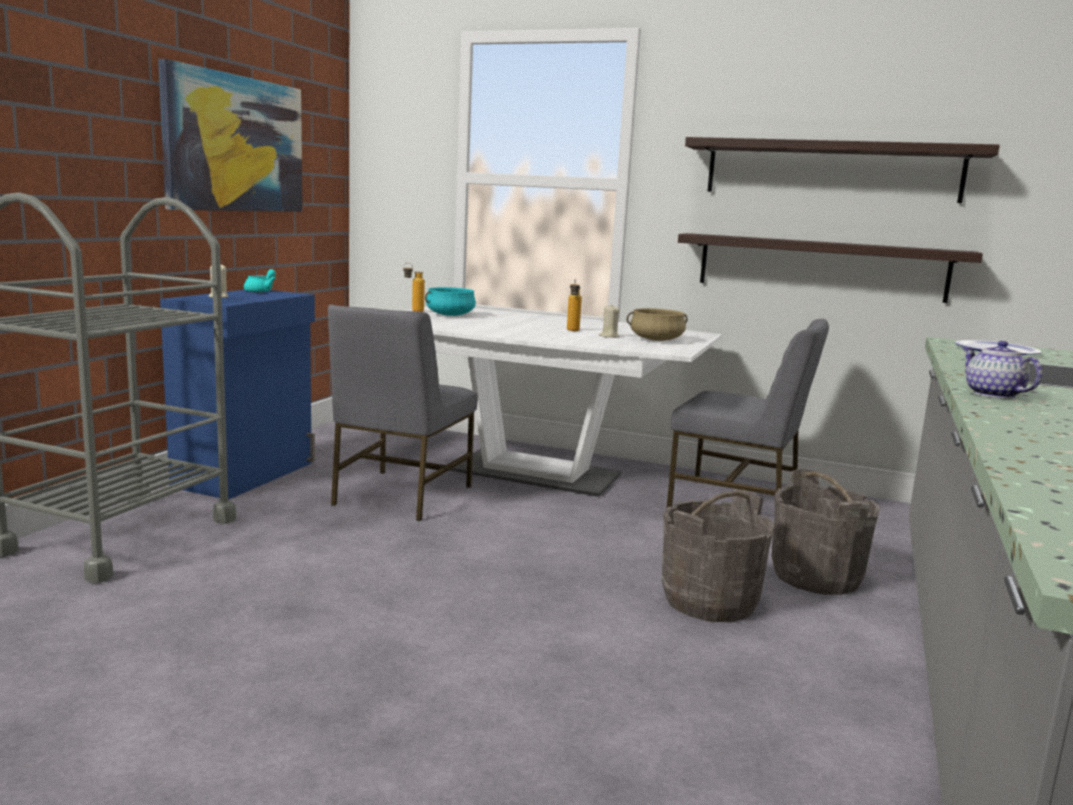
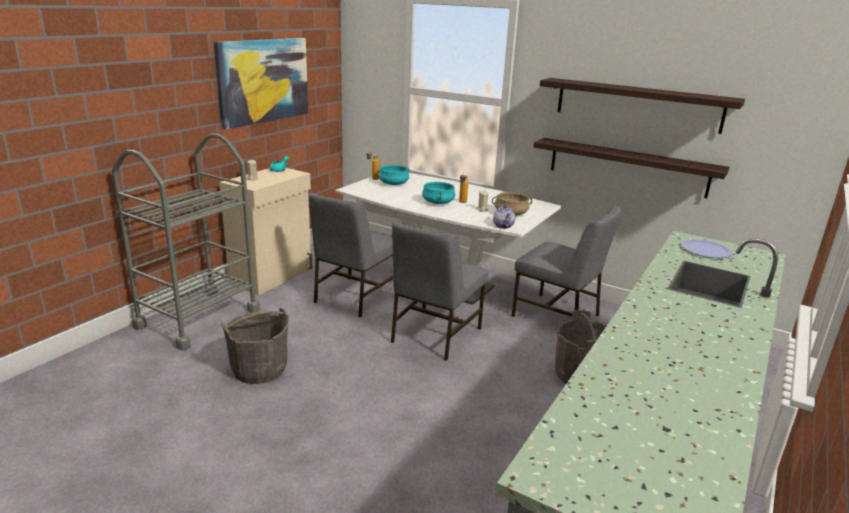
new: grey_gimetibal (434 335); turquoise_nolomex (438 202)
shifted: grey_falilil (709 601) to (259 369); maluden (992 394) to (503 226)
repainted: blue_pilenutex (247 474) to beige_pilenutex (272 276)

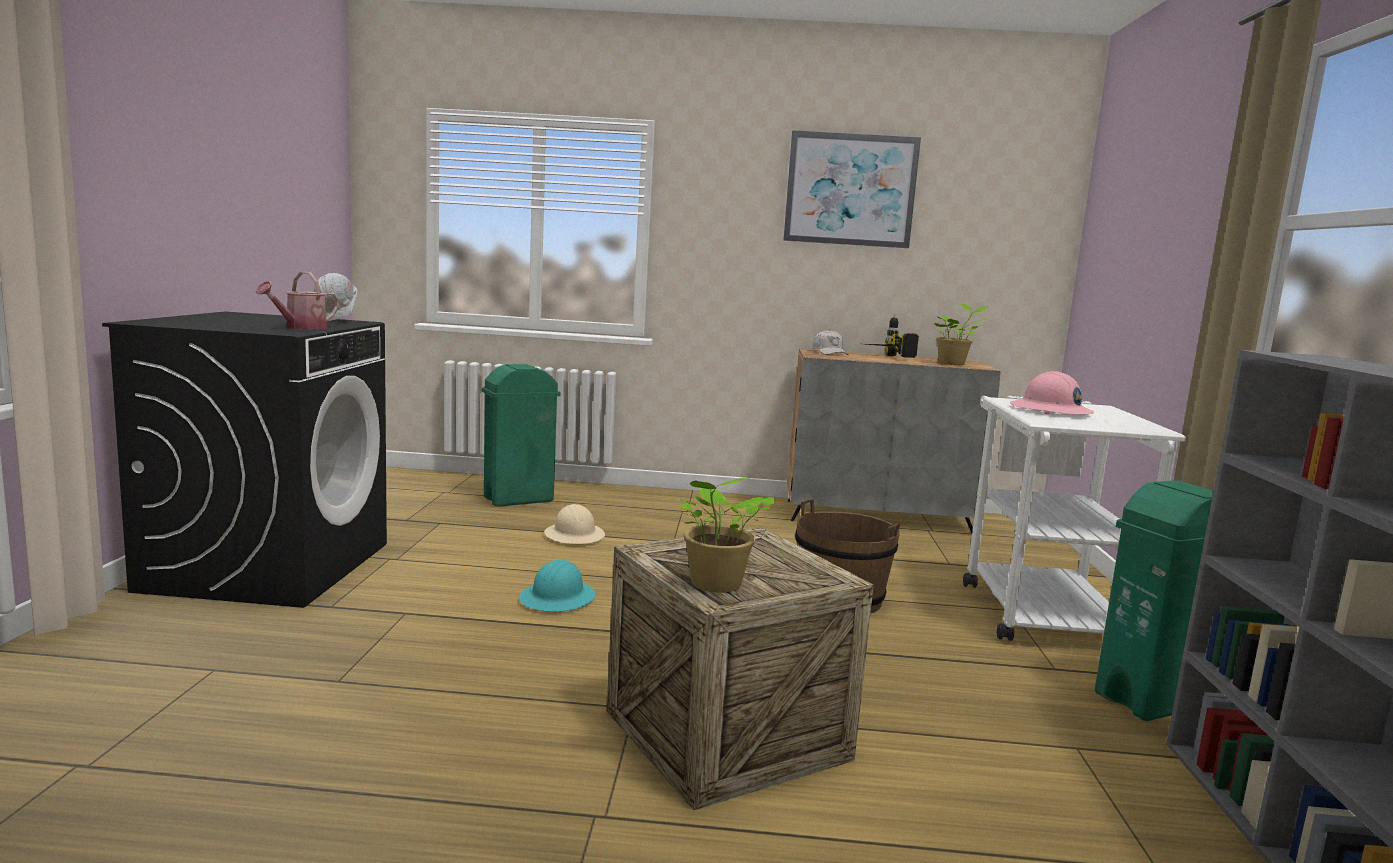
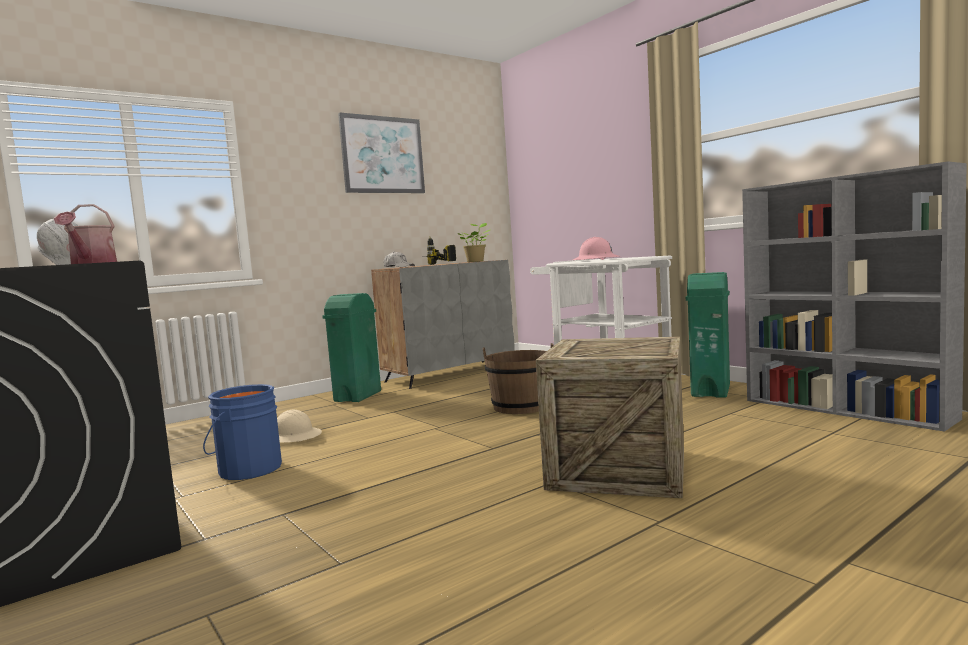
gone: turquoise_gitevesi (558 598); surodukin (714 585)
new: blue_falilil (247 469)
shifted: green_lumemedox (517 499) to (357 396)

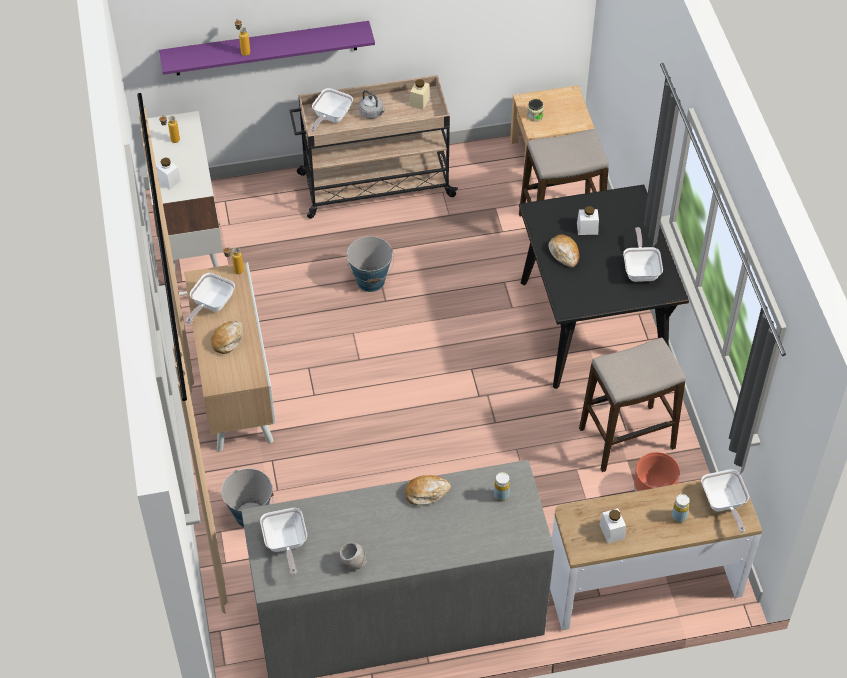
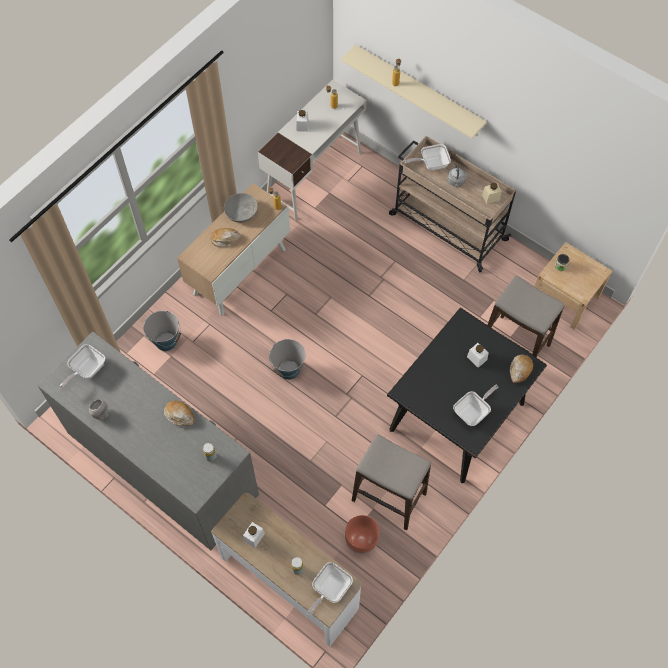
shifted: falilil (371 281) to (289 369); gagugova (564 253) to (520 370)
swapped: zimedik (211 305) to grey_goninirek (241 212)
repainted: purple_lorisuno (266 48) to beige_lorisuno (418 91)

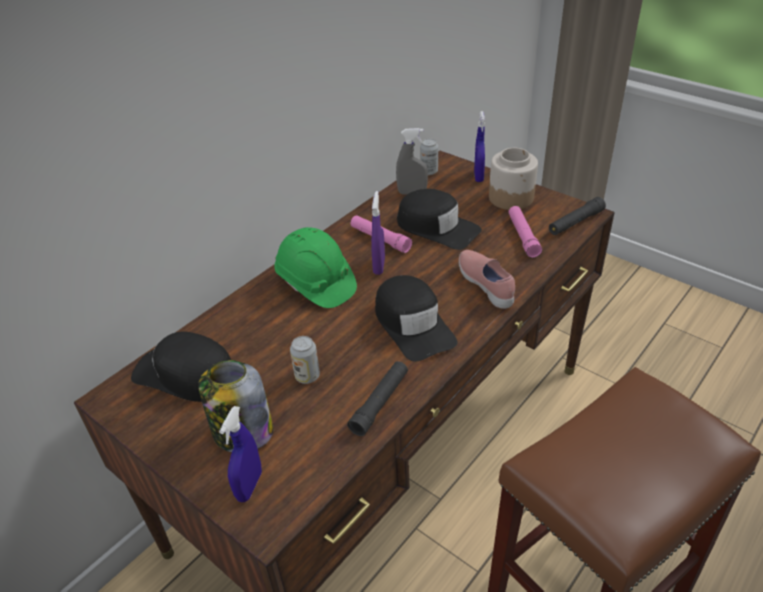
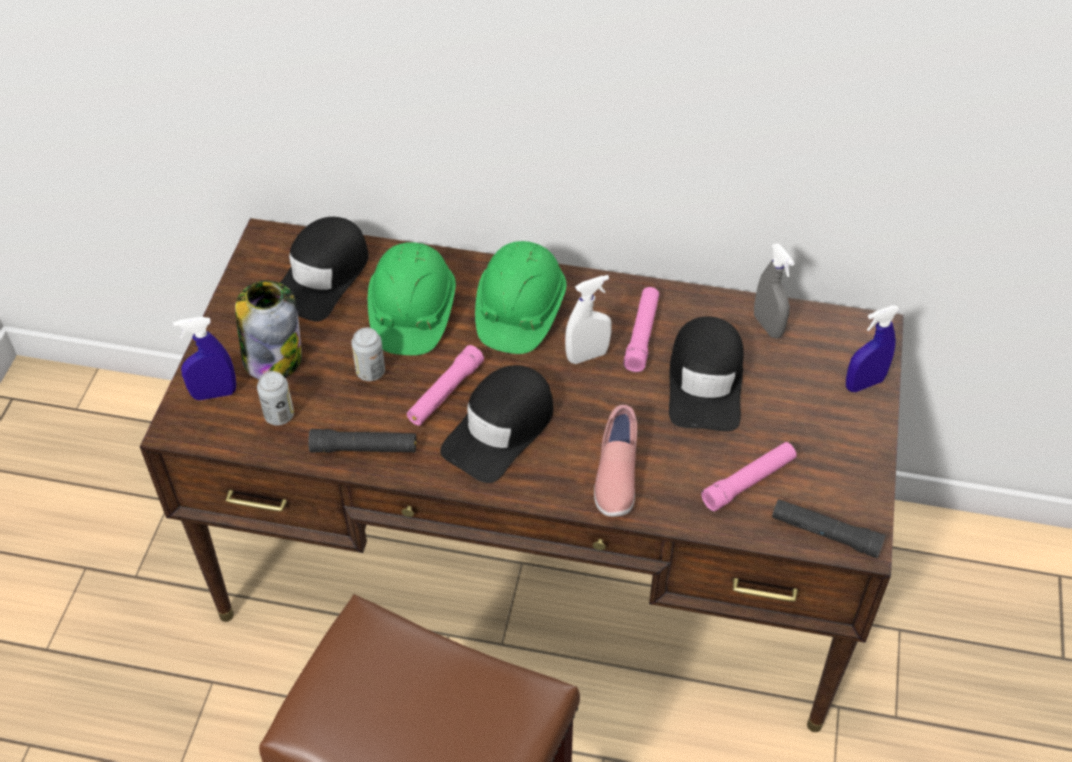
gone: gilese (511 197)
new: green_gitevesi (412 313); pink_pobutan (445 393)
shifted: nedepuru (429 171) to (279 415)
repainted: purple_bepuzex (379 266) to white_bepuzex (587 356)
rotated: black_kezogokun (186 374) = (323 277) 150 degrees counterclockwise; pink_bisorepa (486 286) = (615 476) 150 degrees clockwise

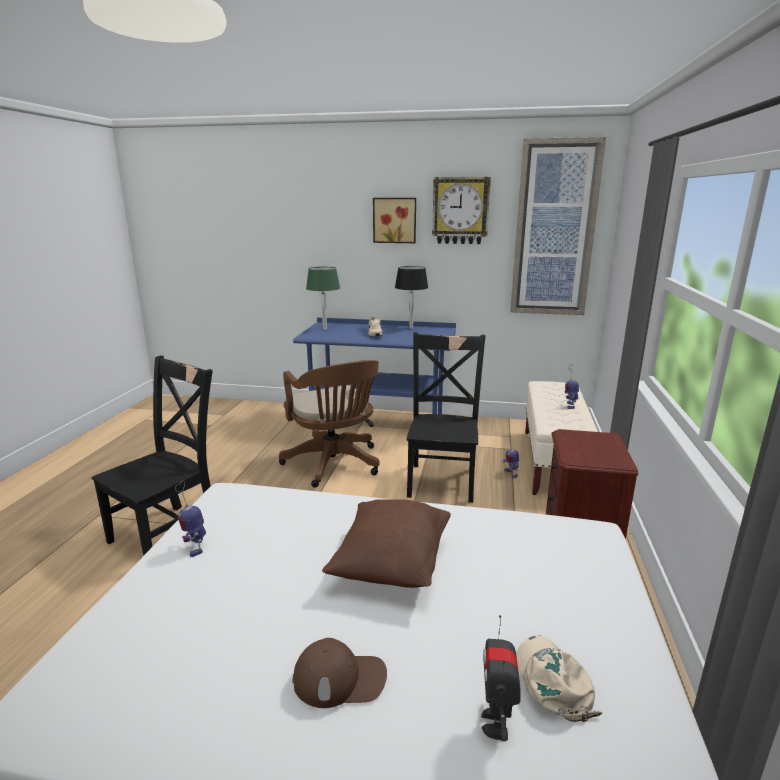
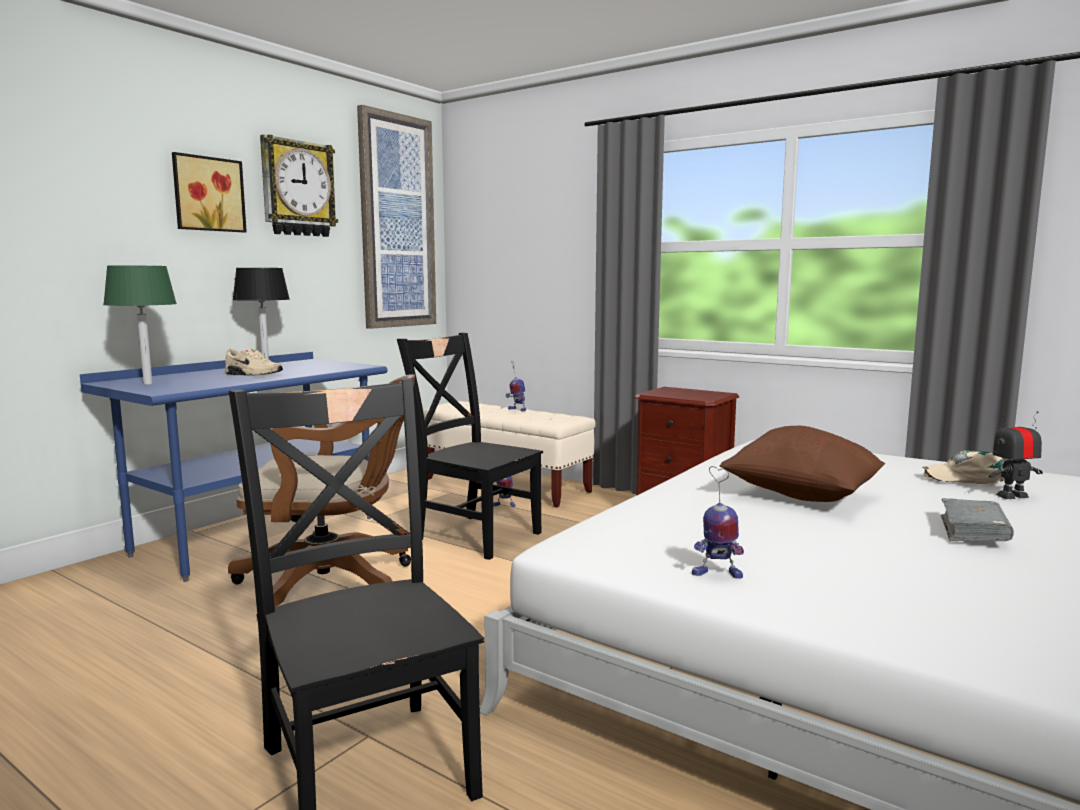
swapped: brown_kezogokun (340 678) to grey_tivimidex (973 531)
rotated: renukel (496 723) = (1012 496) 135 degrees clockwise

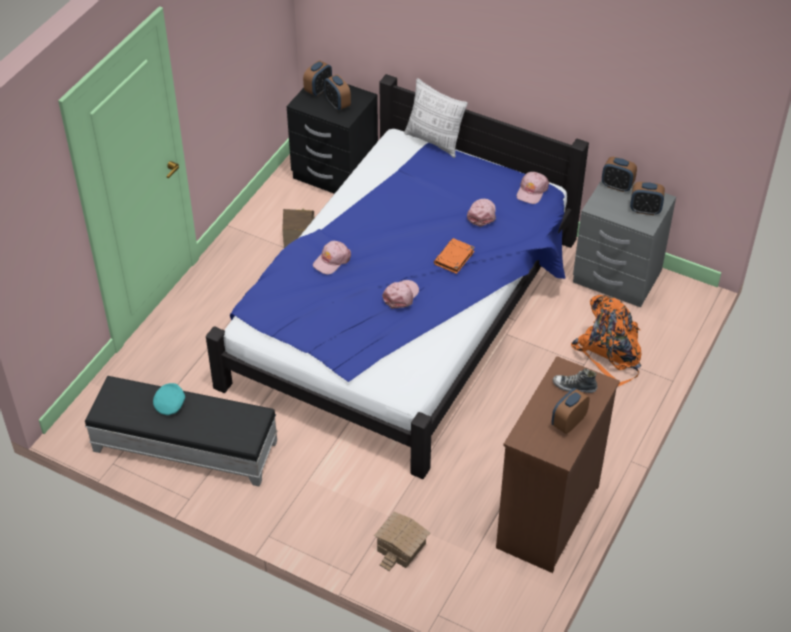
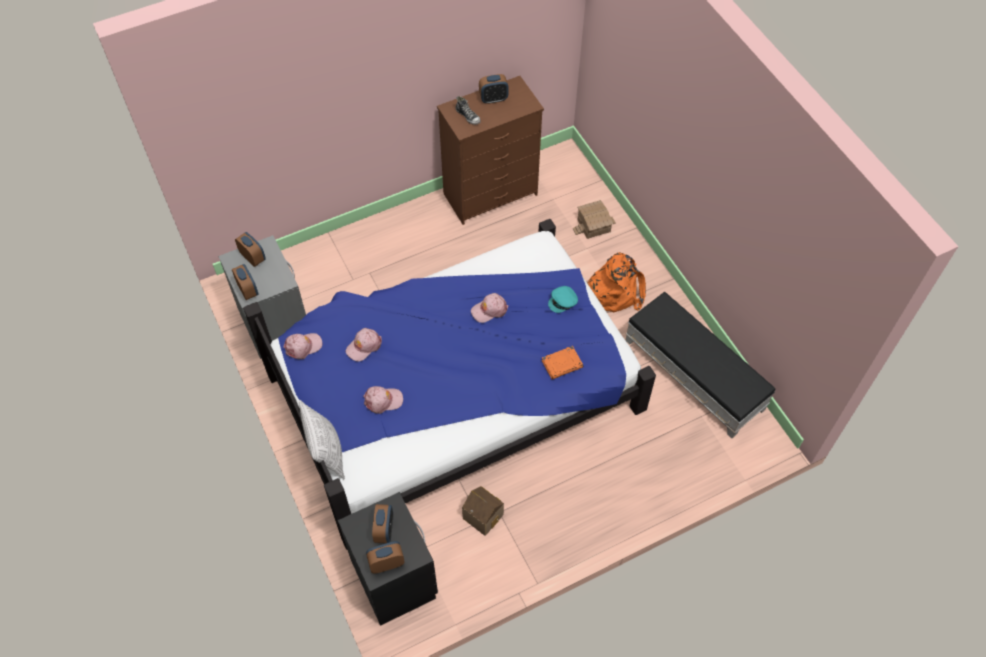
shifted: turquoise_kezogokun (170 403) to (563 301); pink_kezogokun (332 260) to (383 400); orange_tivimidex (454 258) to (562 364); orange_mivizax (610 353) to (615 289)

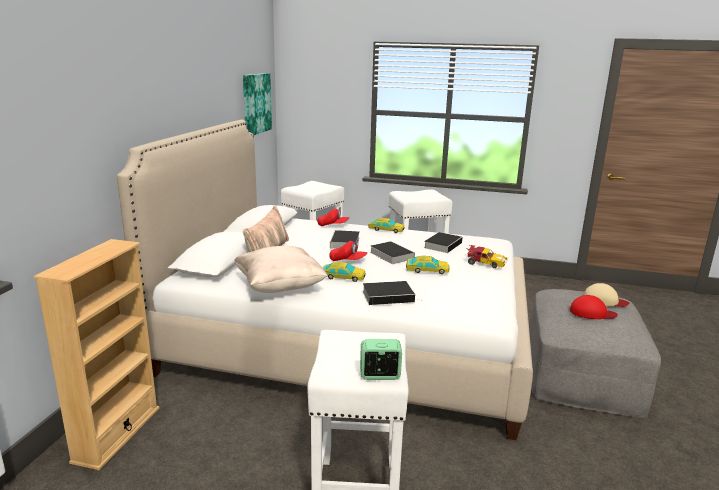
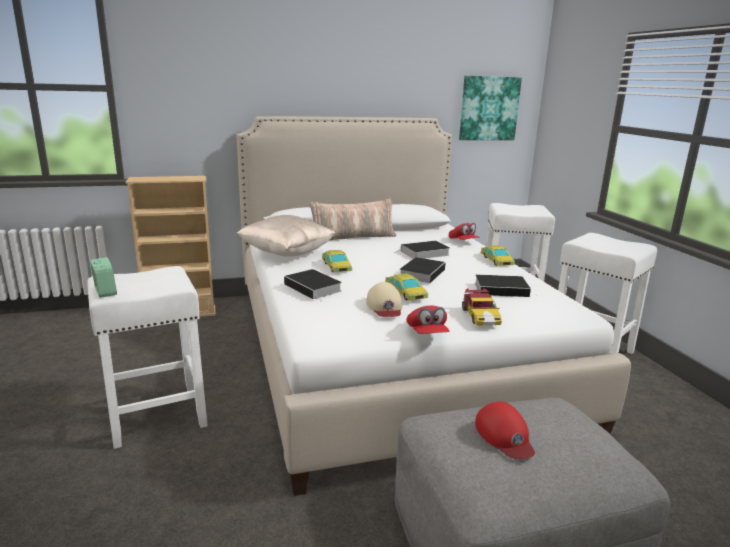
shifted: red_kezogokun (348 261) to (427 333); beige_kezogokun (604 300) to (385 306)

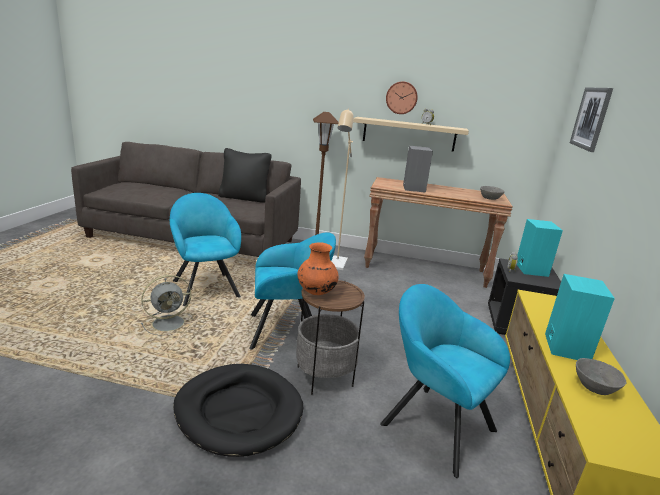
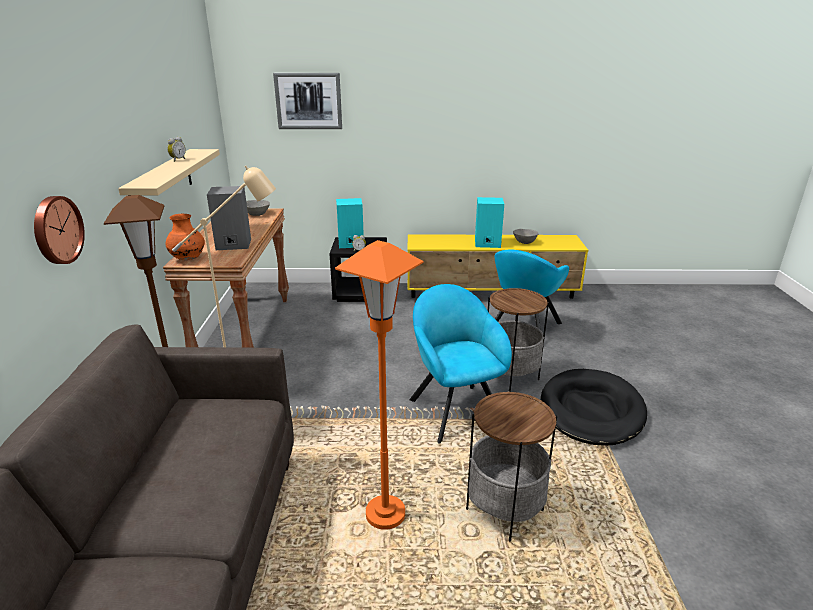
gone: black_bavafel (244 198)
shifted: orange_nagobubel (316 292) to (188 259); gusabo (401 97) to (56 230)
swapped: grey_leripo (170 323) to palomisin (504 510); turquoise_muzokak (205 287) to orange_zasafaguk (385 514)

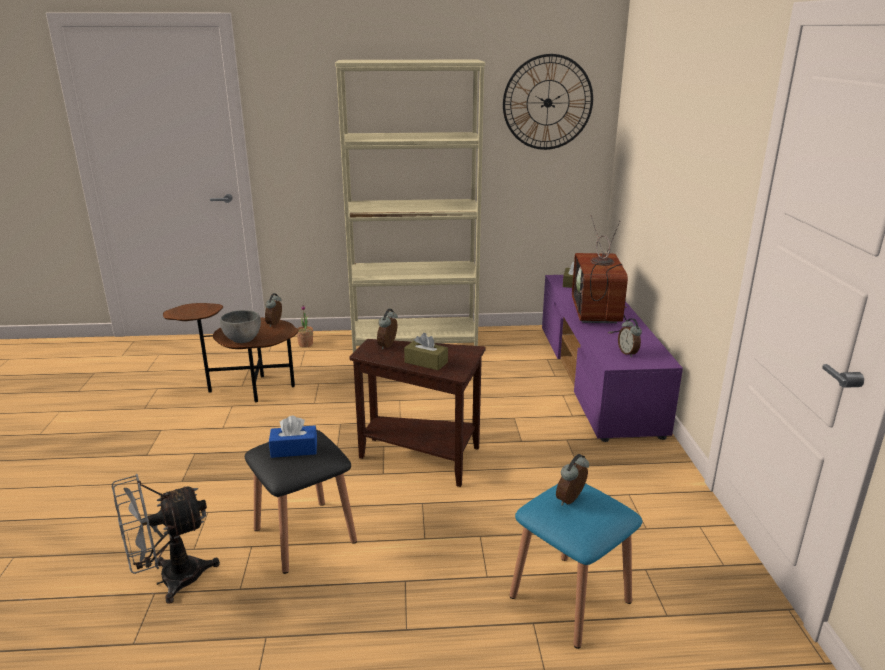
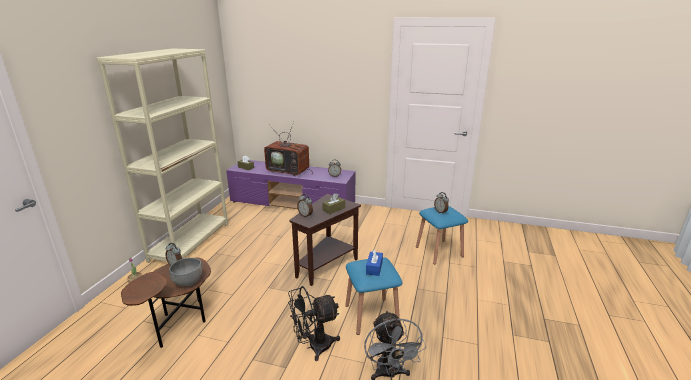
gone: gusabo (547 102)
new: black_leripo (314 346)
repainted: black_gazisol (305 535) to blue_gazisol (371 315)

